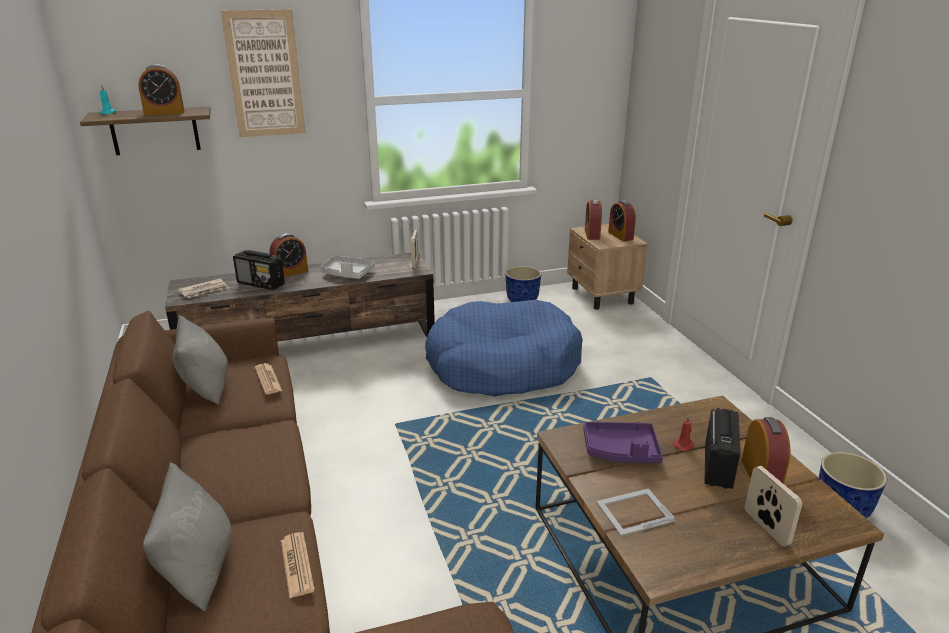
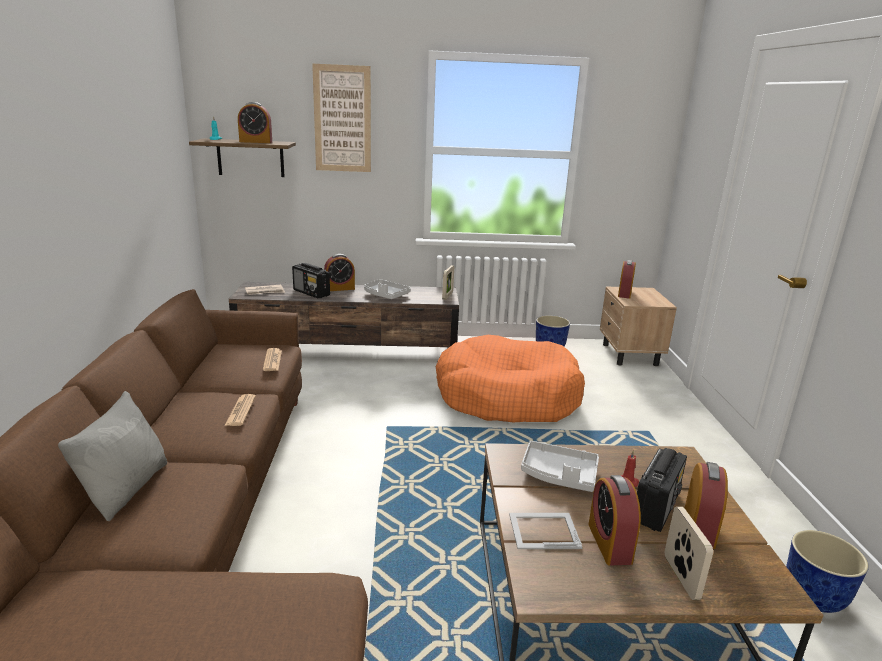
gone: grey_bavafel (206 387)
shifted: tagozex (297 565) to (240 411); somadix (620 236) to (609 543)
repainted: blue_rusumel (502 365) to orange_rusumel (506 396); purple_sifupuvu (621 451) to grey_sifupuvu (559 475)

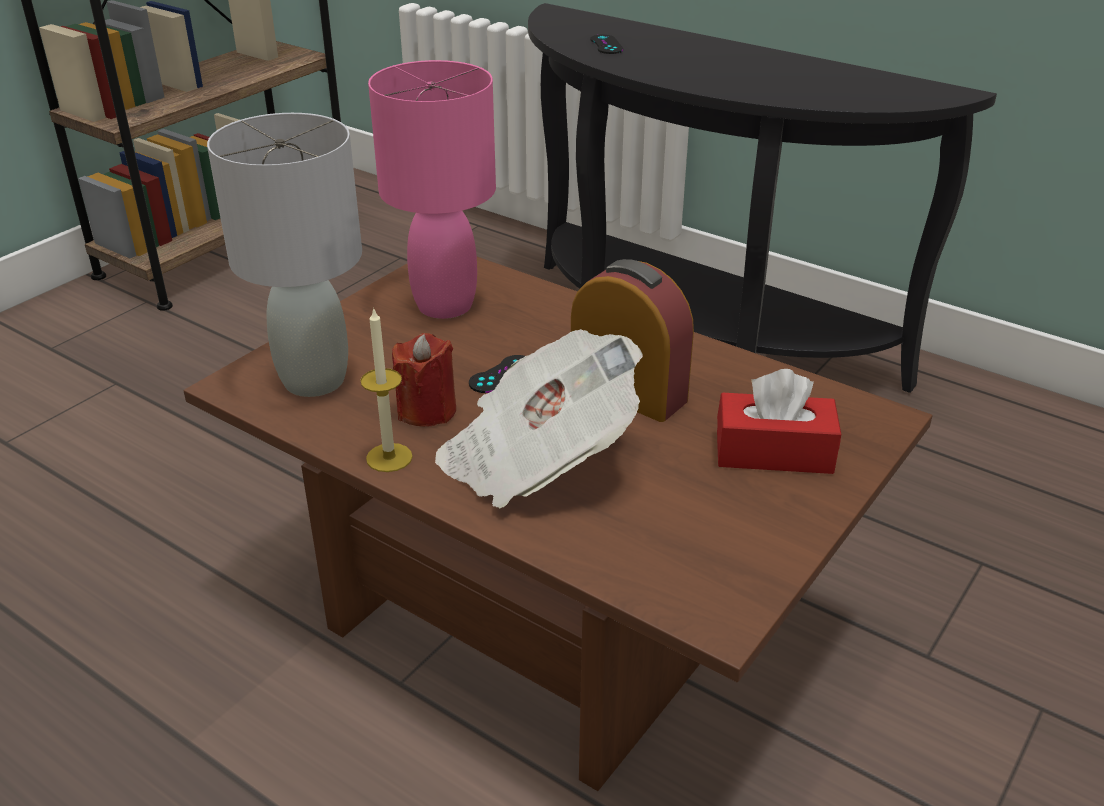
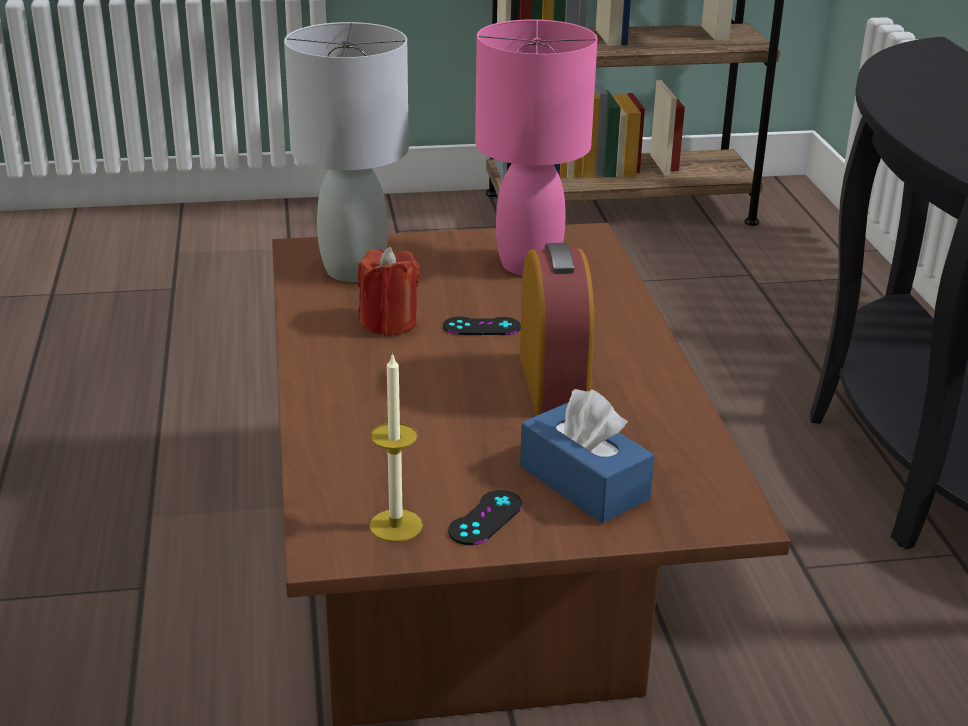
gone: tagozex (537 458)
shifted: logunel (389 457) to (396 525); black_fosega (606 45) to (485 518)
repainted: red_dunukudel (774 452) to blue_dunukudel (584 483)

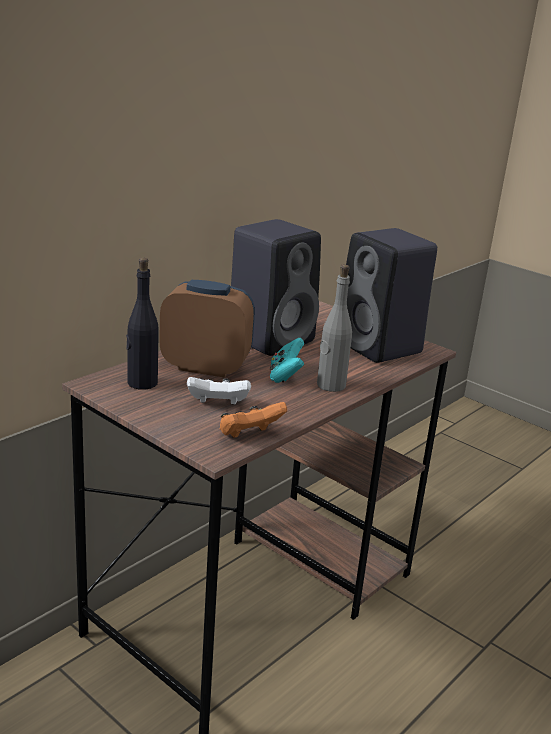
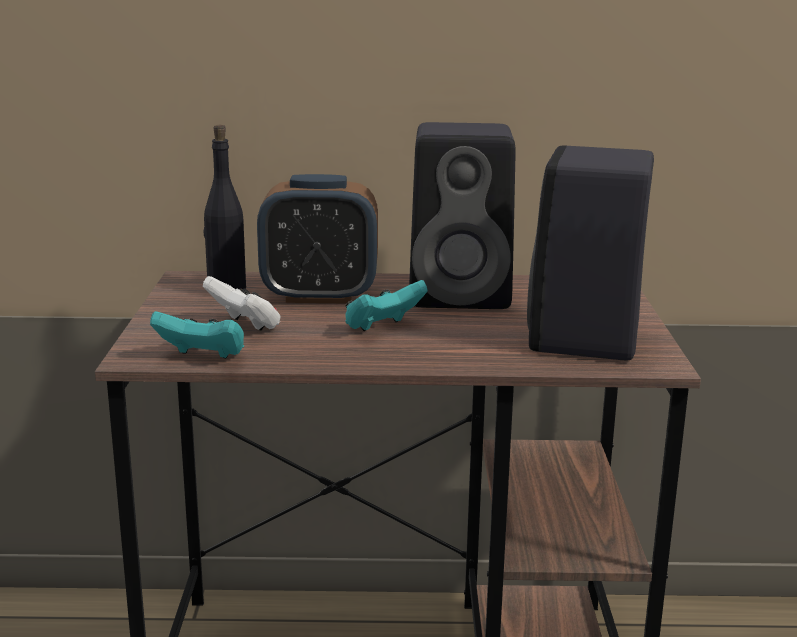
gone: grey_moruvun (330 385)
repainted: orange_fosega (249 435) to turquoise_fosega (203 357)
rotated: somadix (205 367) = (319 296) 120 degrees clockwise

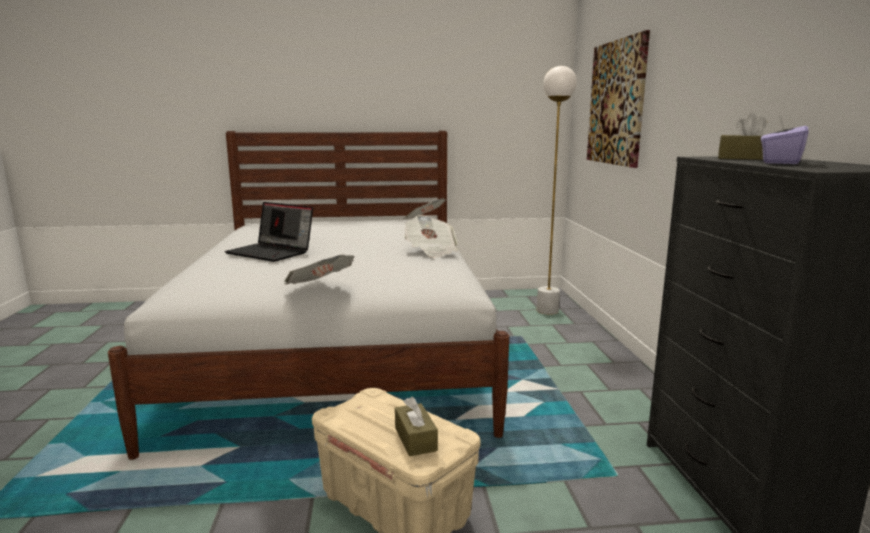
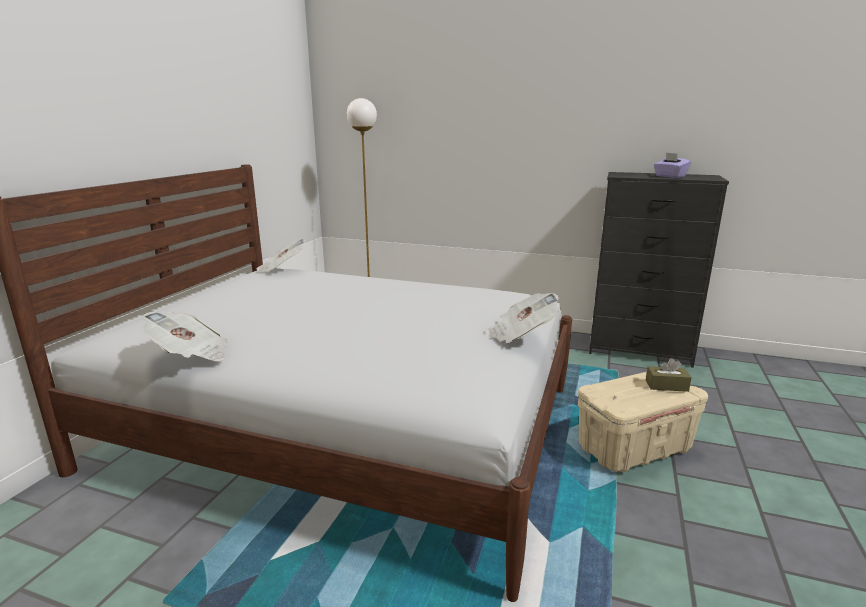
gone: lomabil (272 252); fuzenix (616 103); brown_dunukudel (746 158)
shifted: tagozex (431 251) to (191 355)

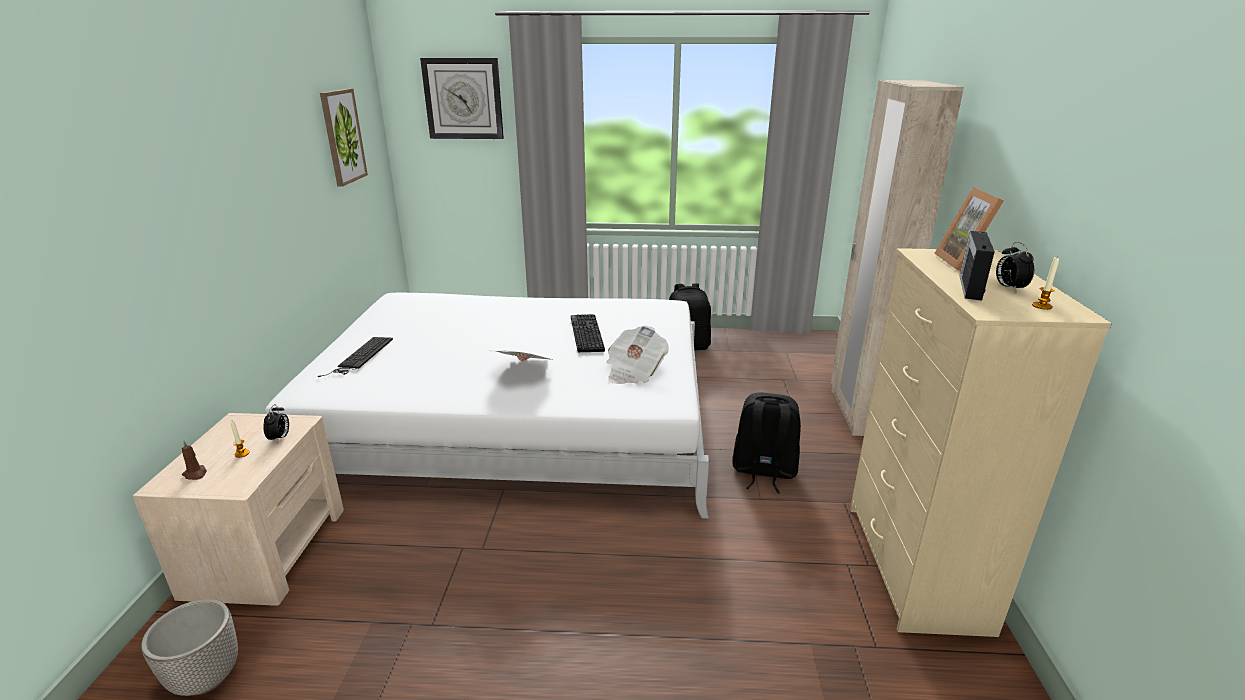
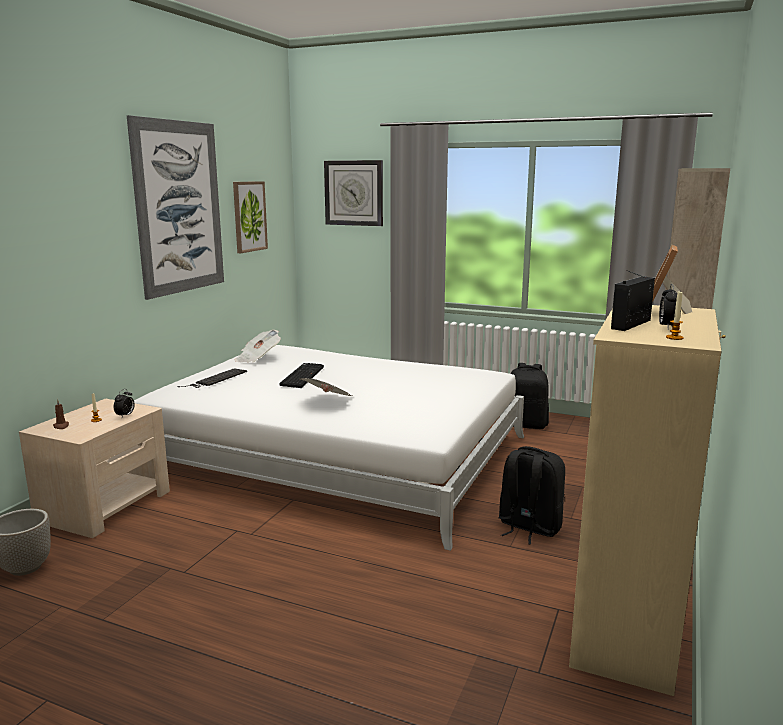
new: fuzenix (179 207)
shifted: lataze (585 334) to (301 376); tagozex (634 371) to (258 358)

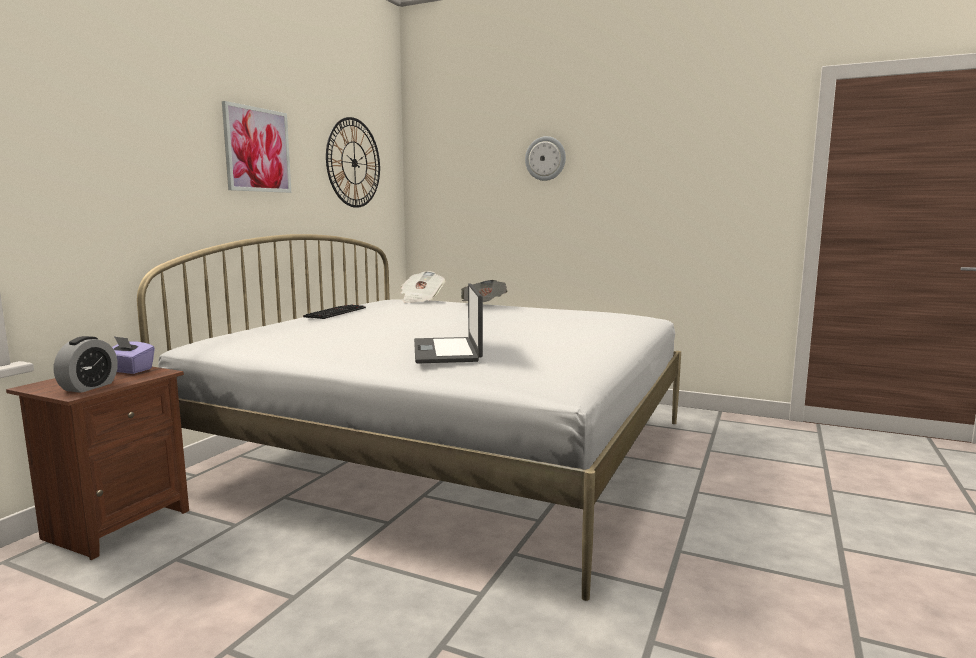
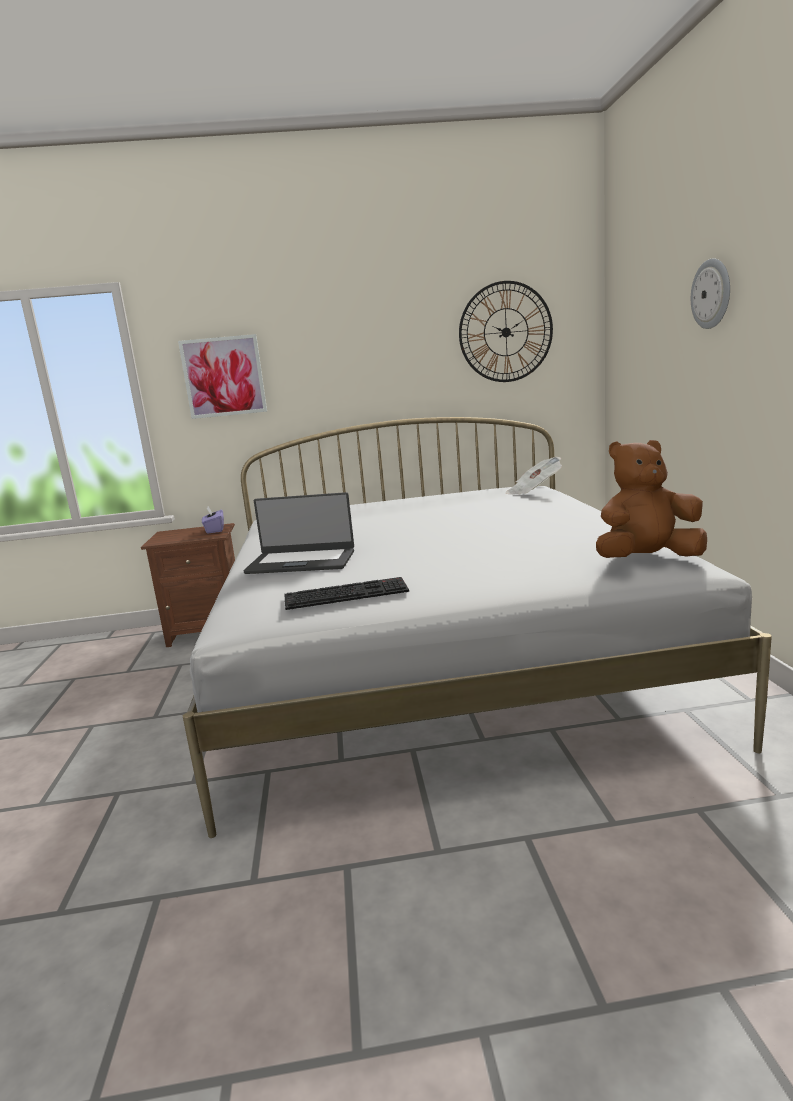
gone: somadix (89 387); tagozex (483 305)
new: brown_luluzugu (647 559)
shifted: fuzenix (257 150) to (224 377); lataze (335 312) to (347 593)
rotated: lomabil (447 351) = (301 561) 135 degrees counterclockwise

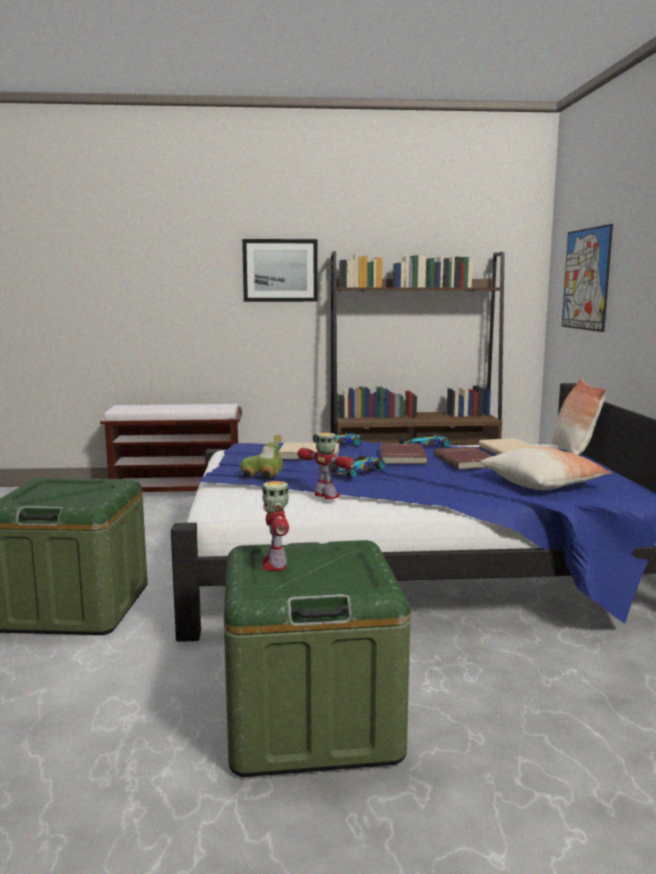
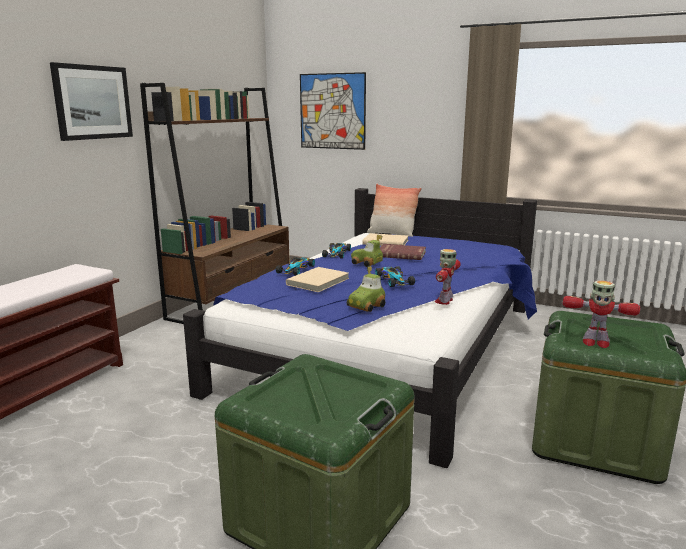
gone: bavafel (543 484)
swapped: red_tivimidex (401 456) to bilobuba (366 263)
rotated: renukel (326 496) = (445 301) 45 degrees counterclockwise

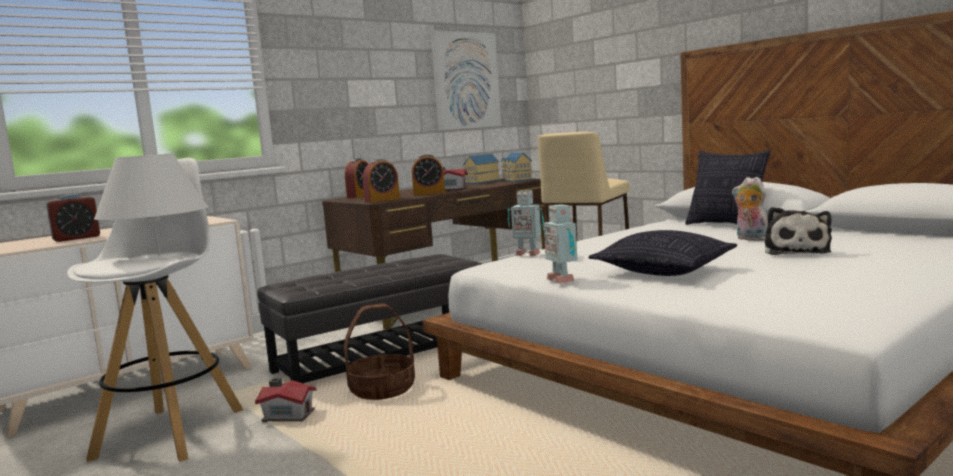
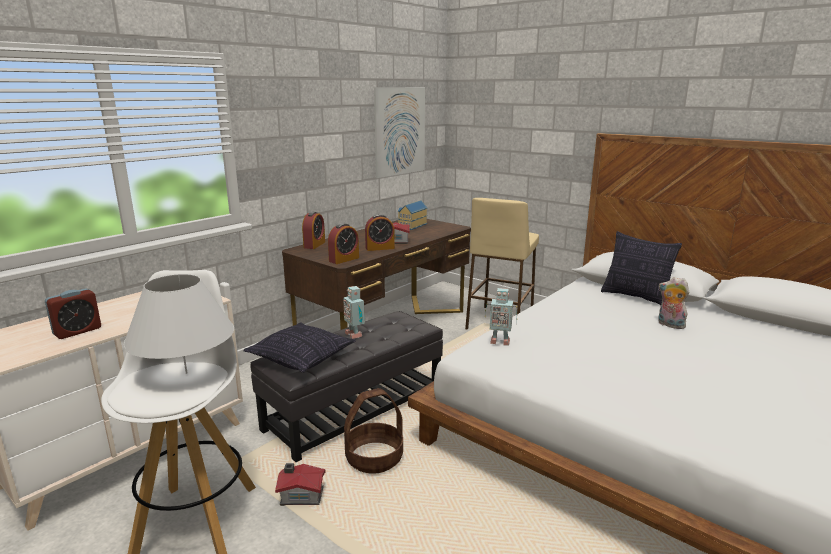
gone: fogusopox (516 180); luluzugu (796 251)
shifted: renukel (562 280) to (354 334); bavafel (664 271) to (302 358)

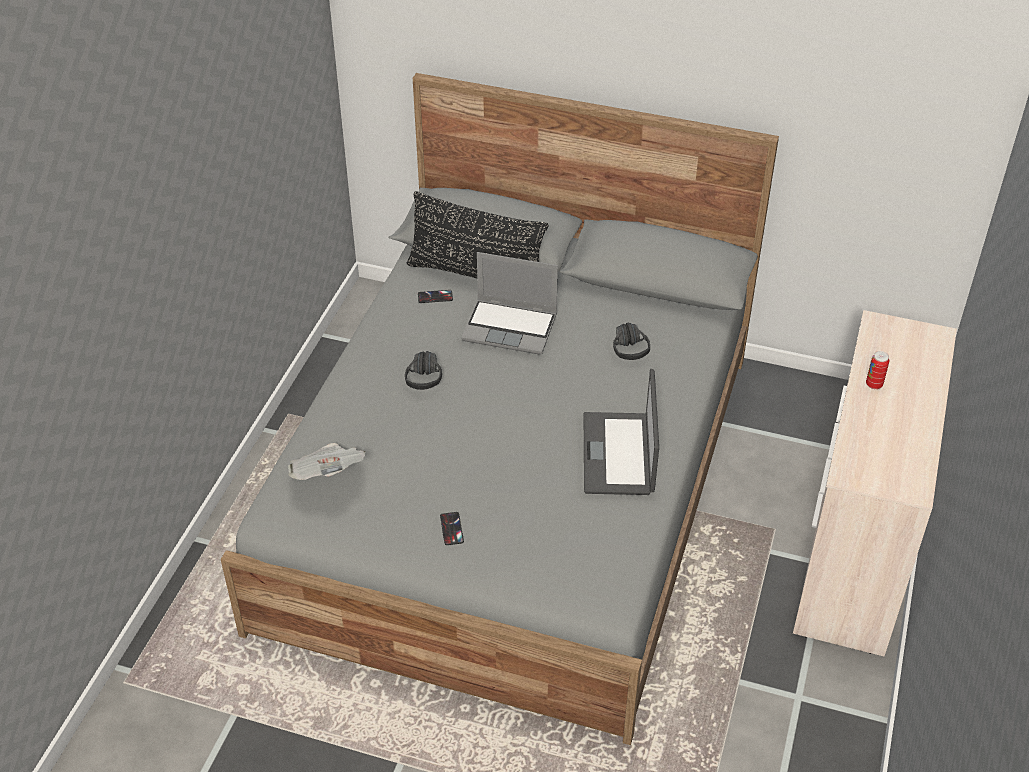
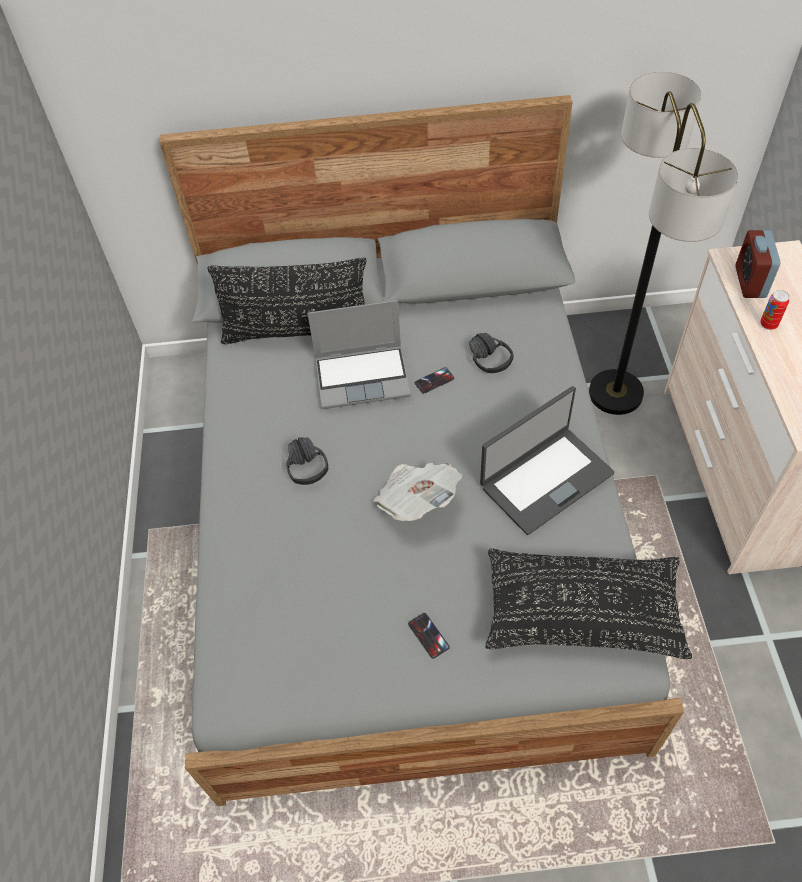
new: black_bavafel (582 613); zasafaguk (615 393); somadix (750 282)
shifted: tagozex (328 475) to (417 500); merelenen (435 297) to (434 381)
rotated: lomabil (619 454) = (545 479) 105 degrees counterclockwise

